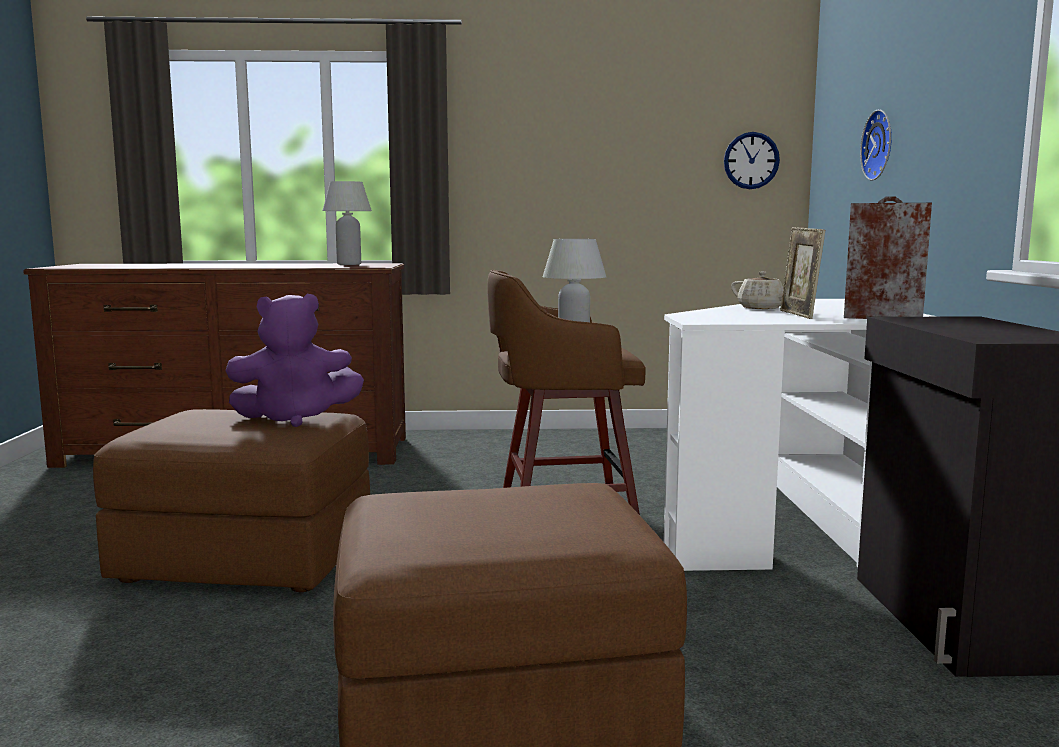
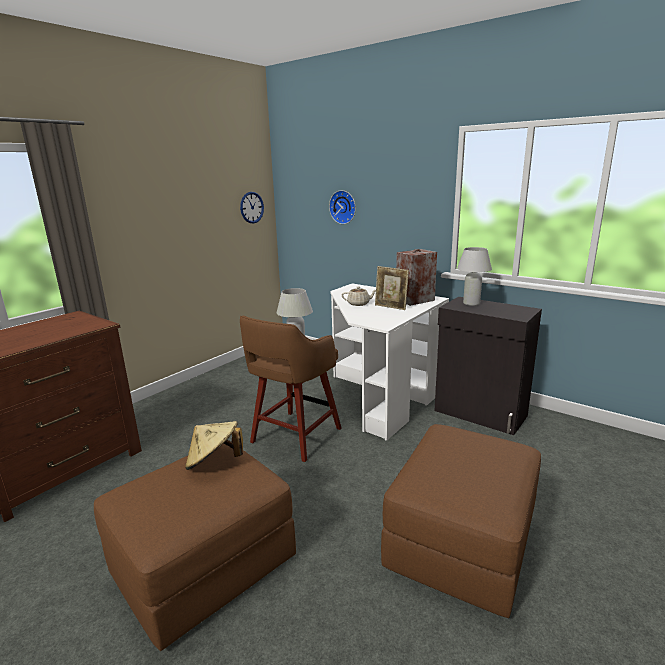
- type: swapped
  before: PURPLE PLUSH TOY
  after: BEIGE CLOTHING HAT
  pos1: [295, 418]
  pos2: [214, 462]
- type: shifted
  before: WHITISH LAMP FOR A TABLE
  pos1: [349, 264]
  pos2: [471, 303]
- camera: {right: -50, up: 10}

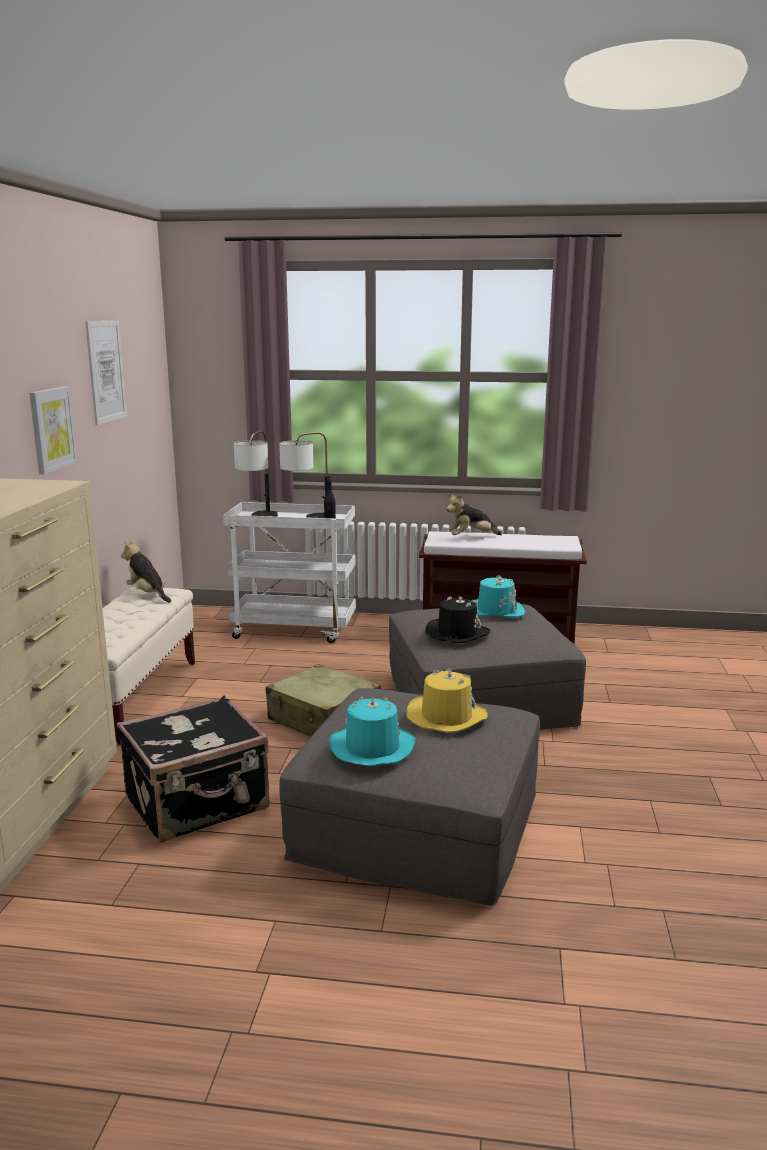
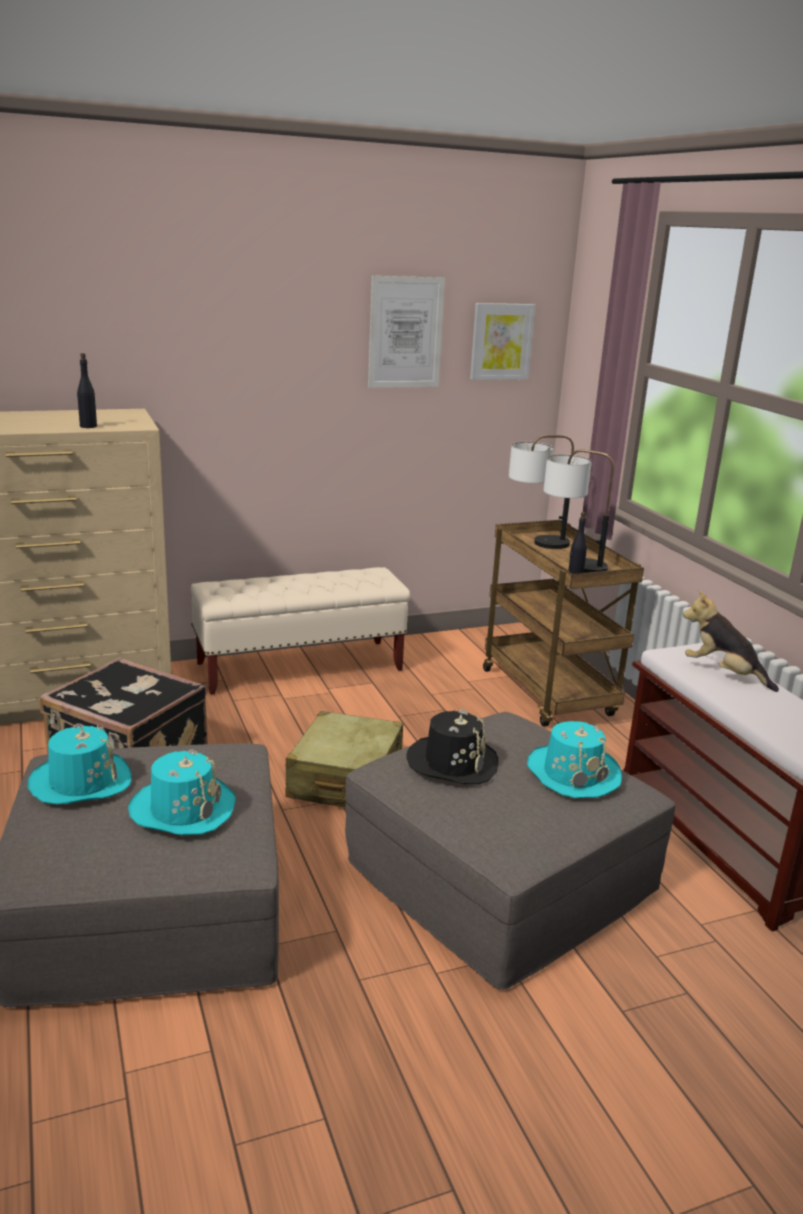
- type: new
  after: BLACK BEVERAGE BOTTLE
  pos2: [88, 426]
- type: repainted
  before: YELLOWISH CLOTHING HAT
  after: TURQUOISE-COLOURED CLOTHING HAT
  pos1: [446, 716]
  pos2: [182, 809]
- type: shifted
  before: WALL ART
  pos1: [51, 429]
  pos2: [501, 341]
- type: repainted
  before: WHITISH TROLLEY
  after: BROWN TROLLEY
  pos1: [295, 630]
  pos2: [550, 694]
- type: gone
  before: PLUSH TOY
  pos1: [148, 594]
- camera: {right: 60, up: 5}

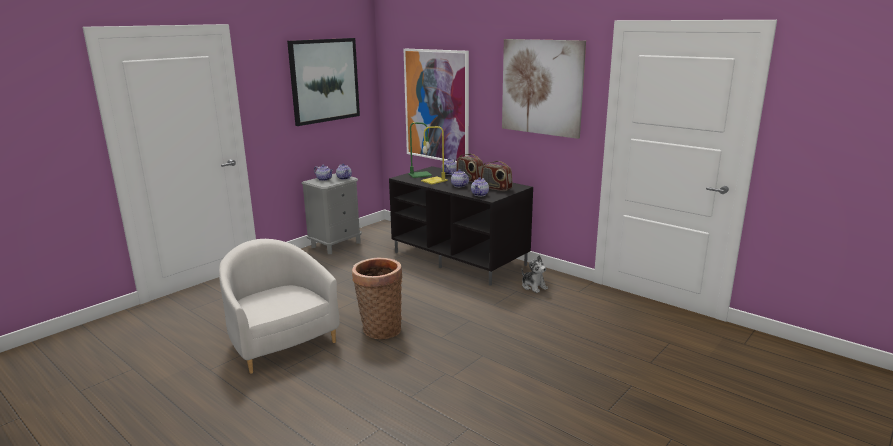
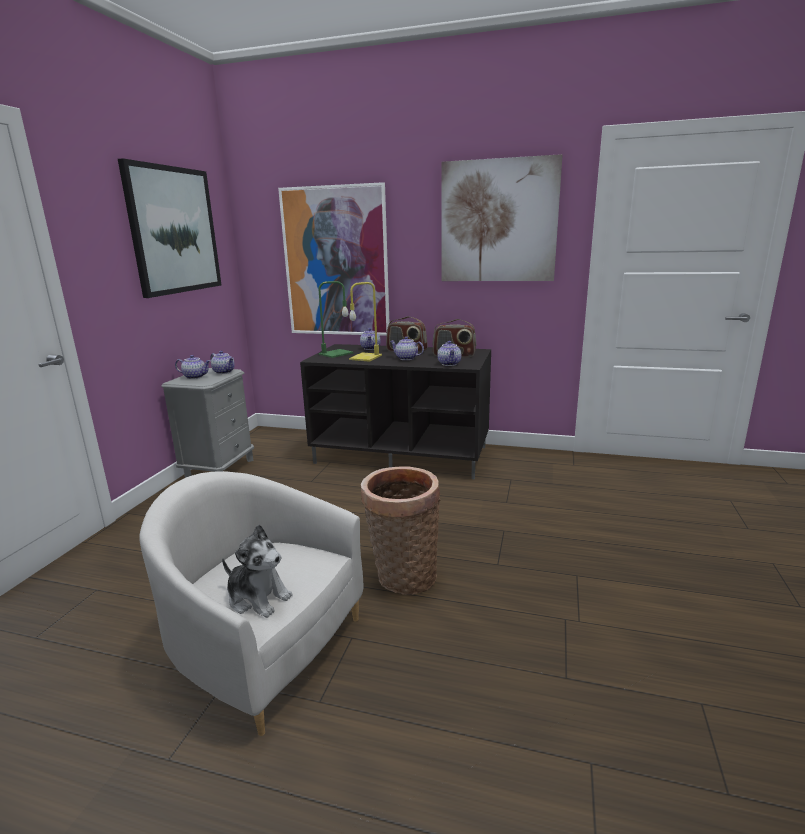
- type: shifted
  before: PLUSH TOY
  pos1: [533, 286]
  pos2: [258, 598]
- camera: {right: -25, up: 0}

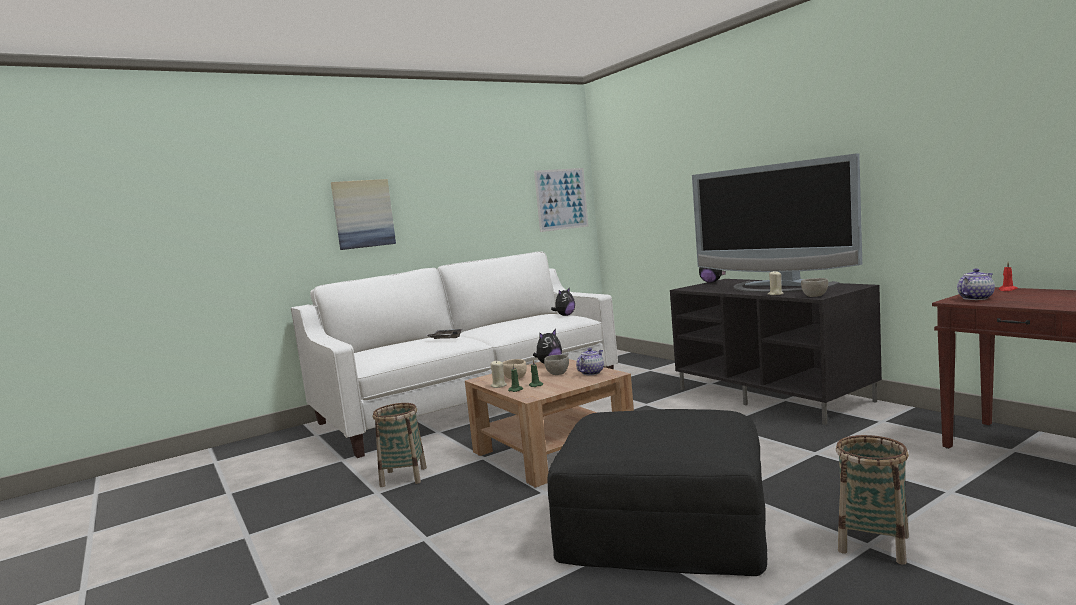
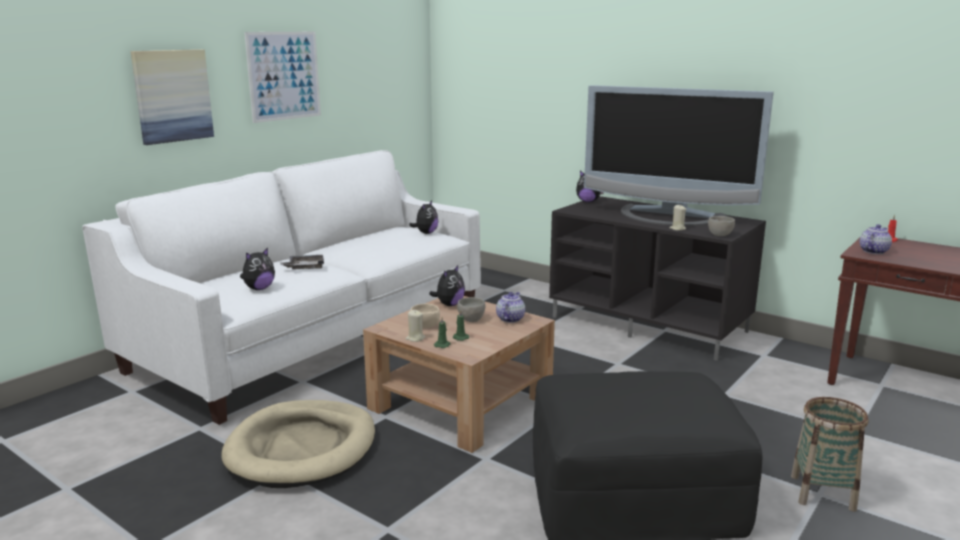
- type: swapped
  before: STORAGE BASKET
  after: BEIGE DOG BED
  pos1: [403, 477]
  pos2: [302, 448]
- type: new
  after: PLUSH TOY
  pos2: [259, 288]
- type: shifted
  before: WALL ART
  pos1: [561, 199]
  pos2: [284, 76]
- camera: {right: -20, up: 10}

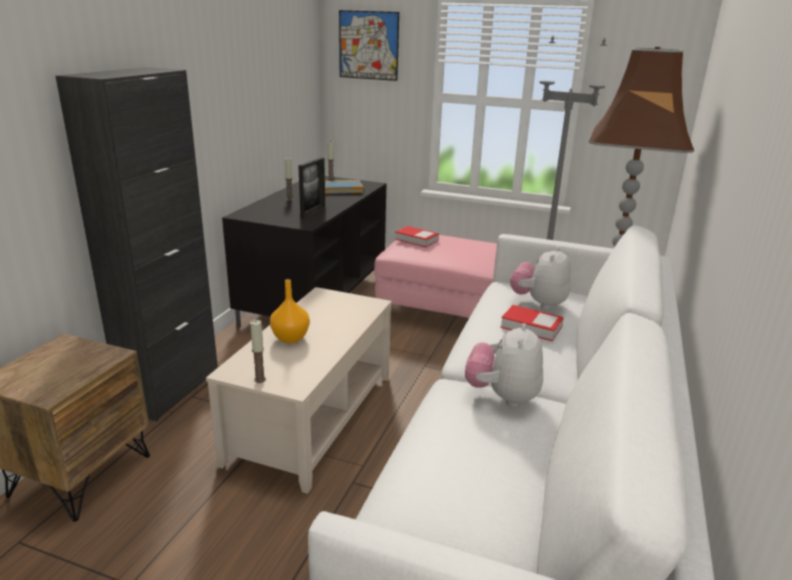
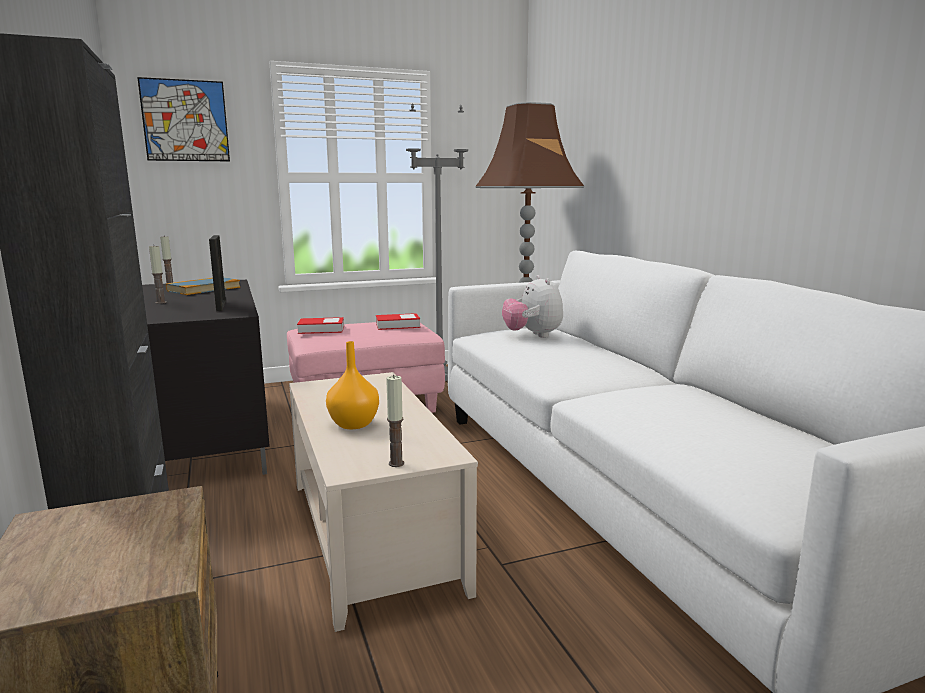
- type: shifted
  before: VOLUME
  pos1: [531, 327]
  pos2: [398, 325]
- type: gone
  before: PLUSH TOY
  pos1: [502, 397]
- camera: {right: -40, up: -10}

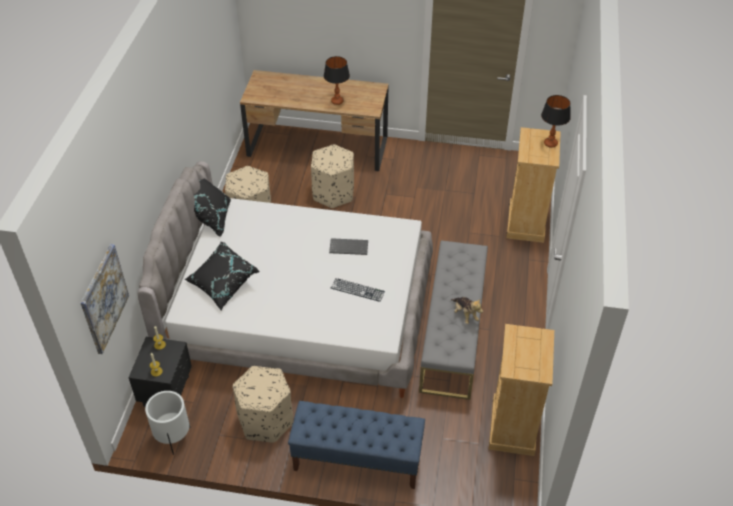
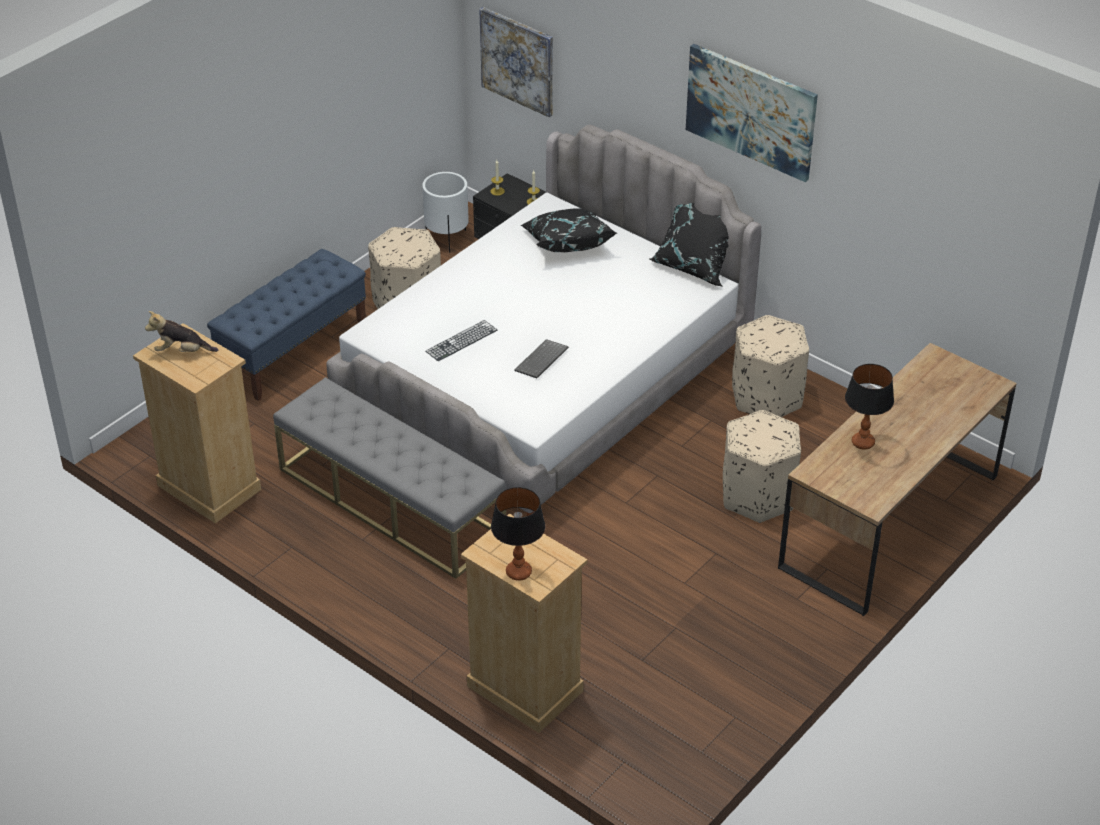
- type: shifted
  before: PLUSH TOY
  pos1: [465, 314]
  pos2: [182, 351]
- type: new
  after: WALL ART
  pos2: [751, 111]
- camera: {right: 120, up: -5}

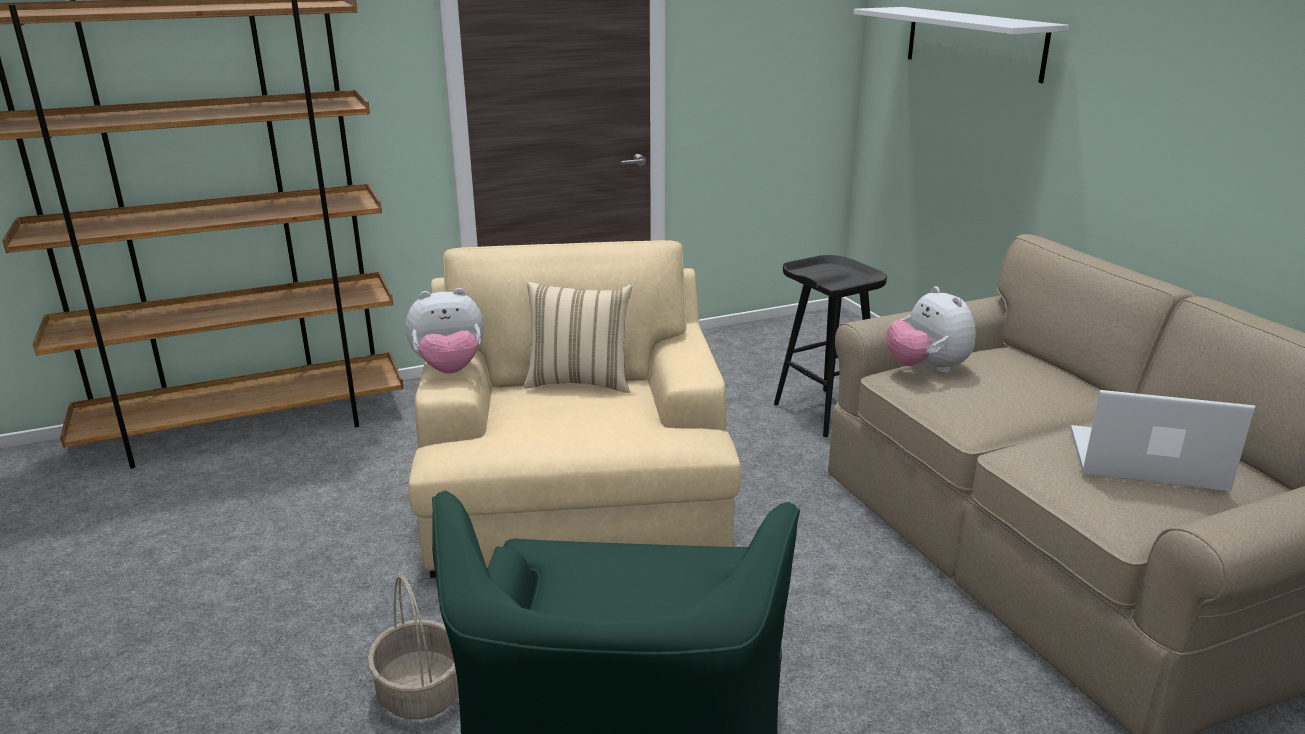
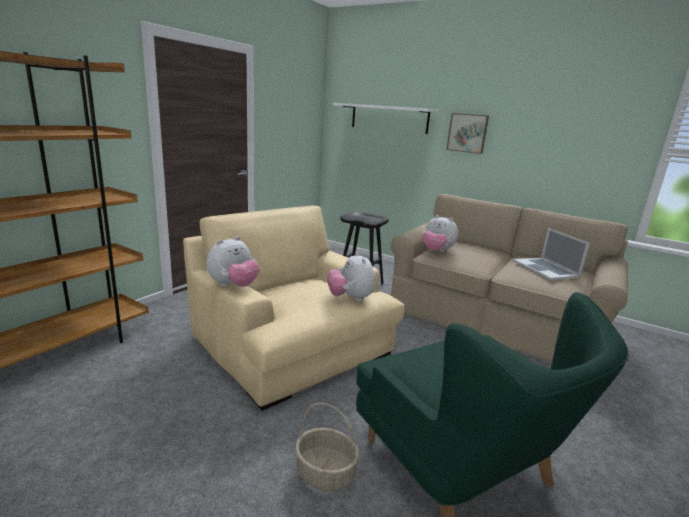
- type: new
  after: PLUSH TOY
  pos2: [350, 298]
- type: new
  after: WALL ART
  pos2: [467, 133]
- type: rotated
  before: NOTEBOOK COMPUTER
  pos1: [1146, 460]
  pos2: [546, 269]
  turn: -90
- type: gone
  before: BEIGE PILLOW
  pos1: [579, 382]
- camera: {right: -35, up: -5}

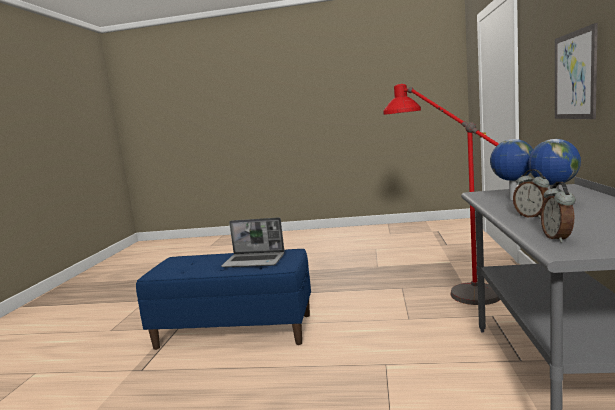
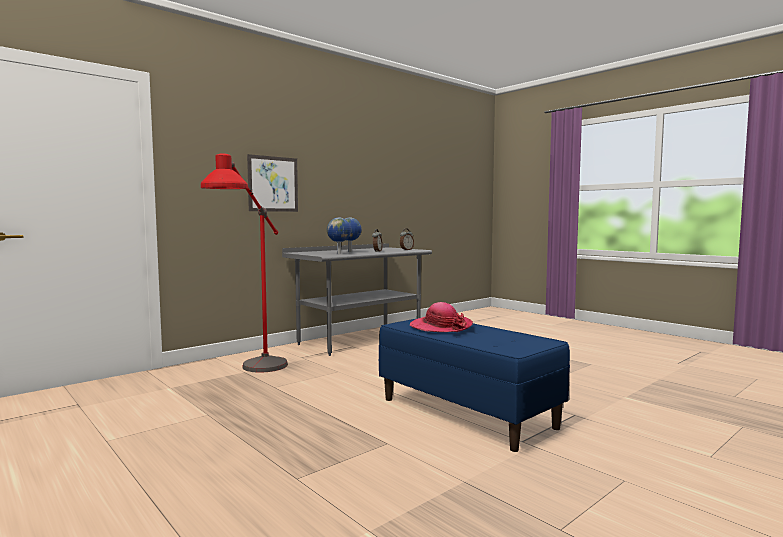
- type: swapped
  before: NOTEBOOK COMPUTER
  after: CLOTHING HAT
  pos1: [255, 261]
  pos2: [441, 327]
- camera: {right: -140, up: -5}

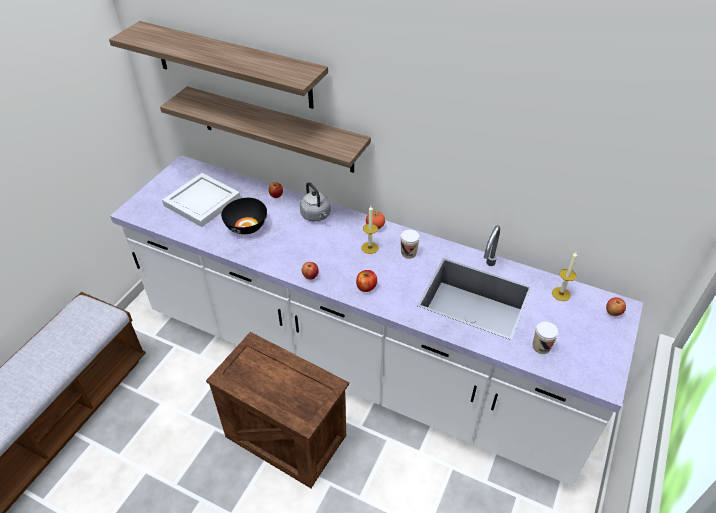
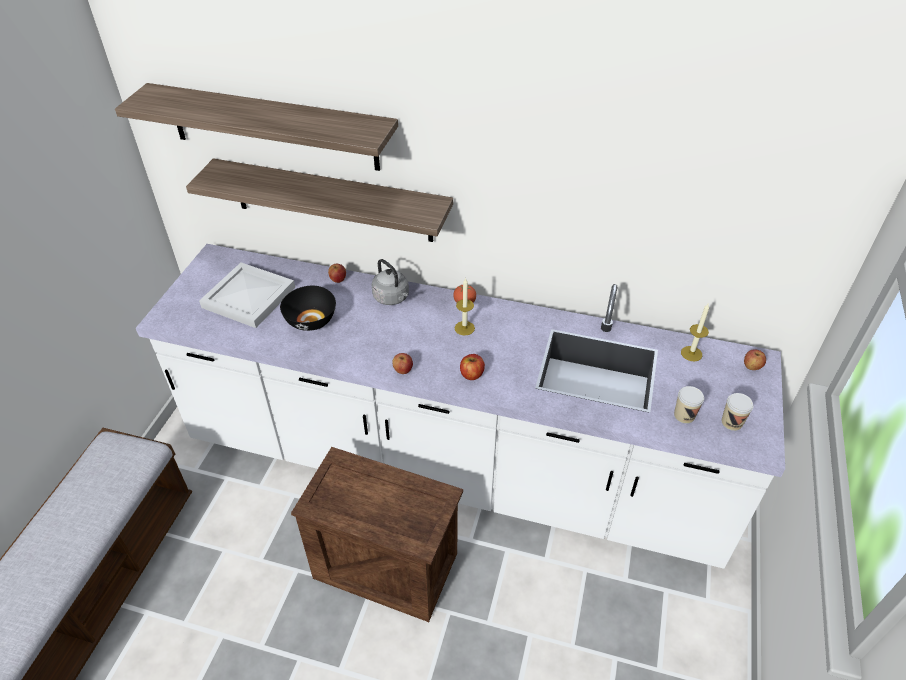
- type: shifted
  before: DRINKING CUP
  pos1: [408, 253]
  pos2: [731, 422]
- camera: {right: -10, up: 0}

